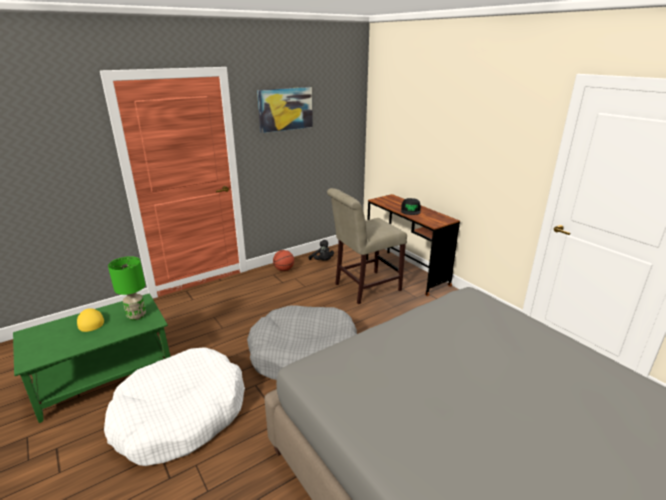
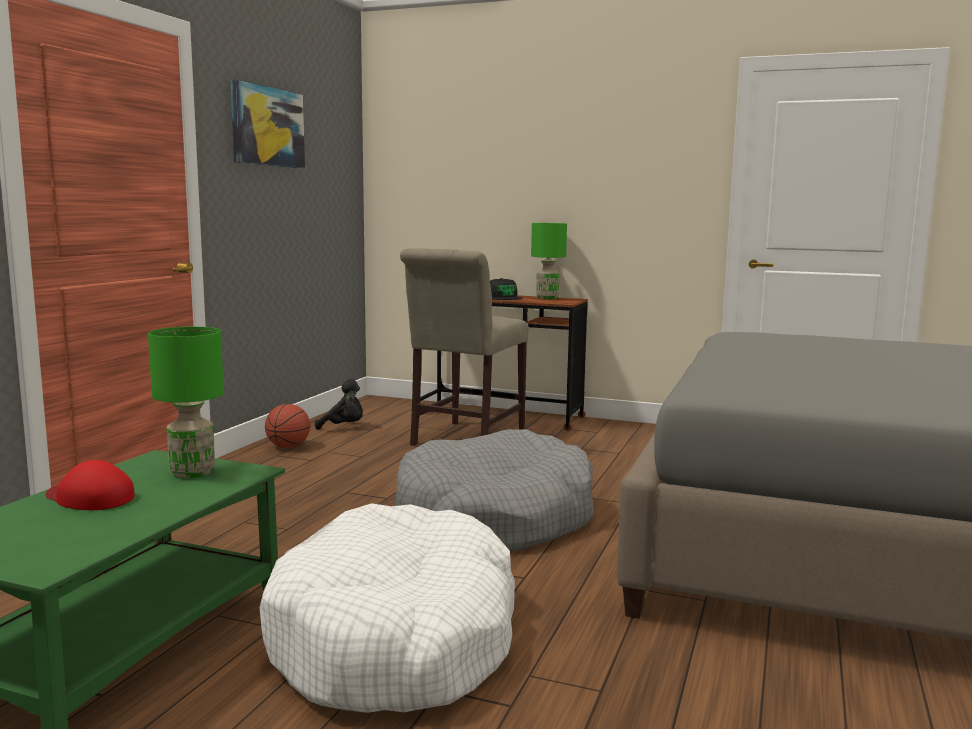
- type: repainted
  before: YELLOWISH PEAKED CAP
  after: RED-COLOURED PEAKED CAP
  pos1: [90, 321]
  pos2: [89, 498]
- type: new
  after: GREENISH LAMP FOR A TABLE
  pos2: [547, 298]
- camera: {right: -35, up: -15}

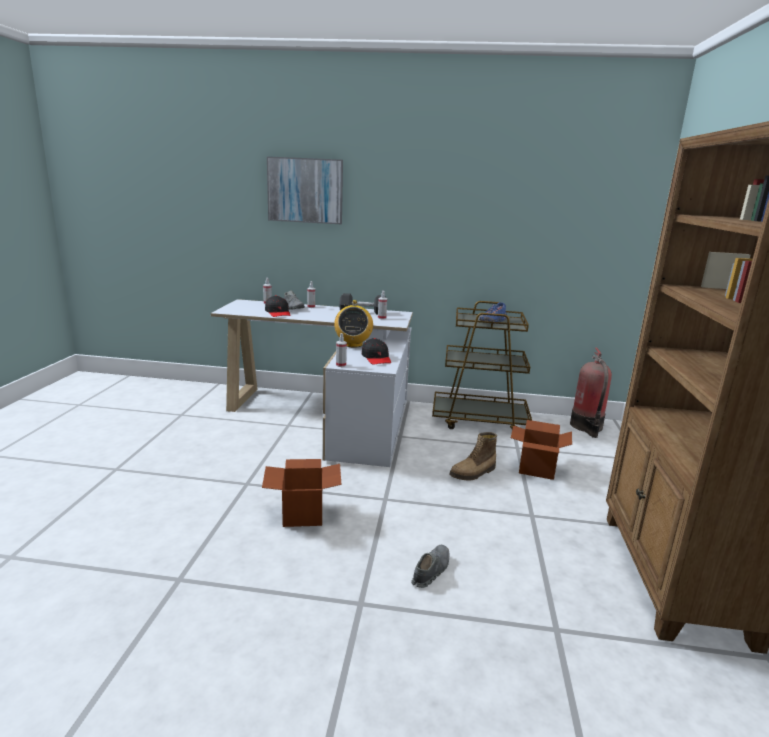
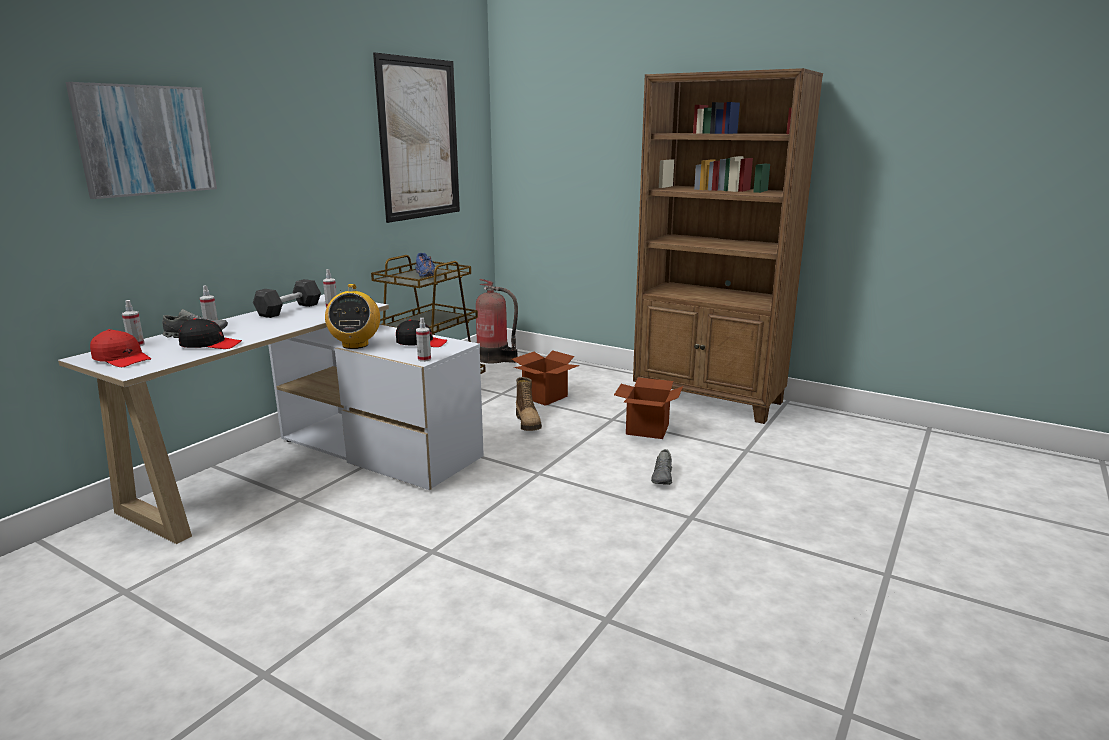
- type: new
  after: RED-COLOURED PEAKED CAP
  pos2: [122, 359]
- type: rotated
  before: RADIO RECEIVER
  pos1: [353, 344]
  pos2: [355, 345]
  turn: 60
- type: new
  after: WALL ART
  pos2: [419, 139]
- type: shifted
  before: PACKING BOX
  pos1: [303, 514]
  pos2: [647, 429]
- type: rotated
  before: GREYISH LOW SHOE
  pos1: [430, 571]
  pos2: [663, 477]
  turn: -135
- camera: {right: -65, up: 0}

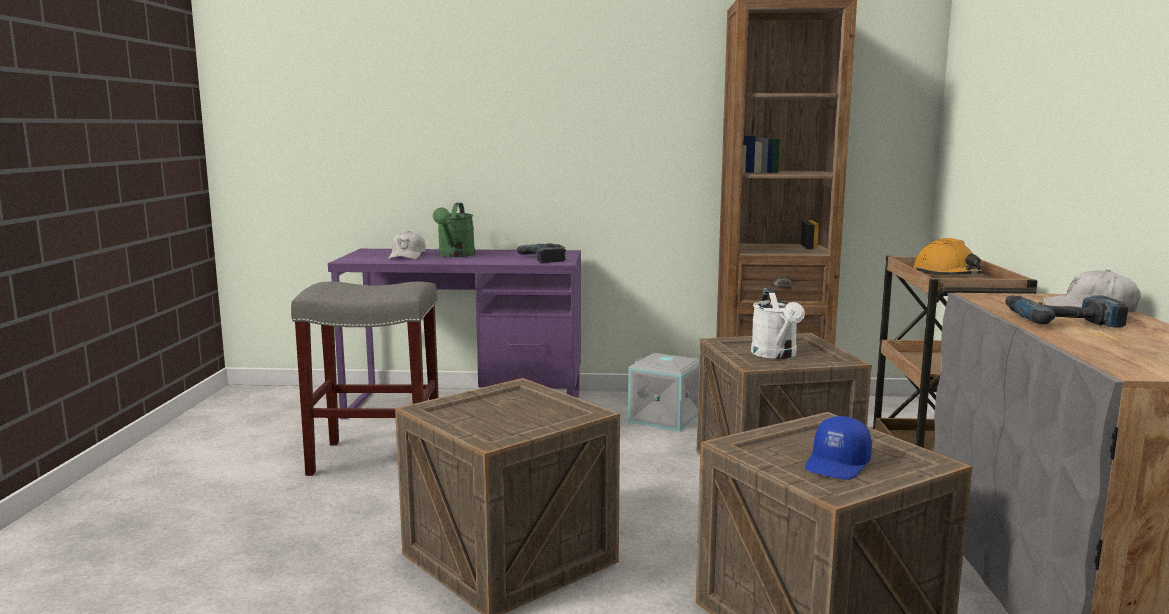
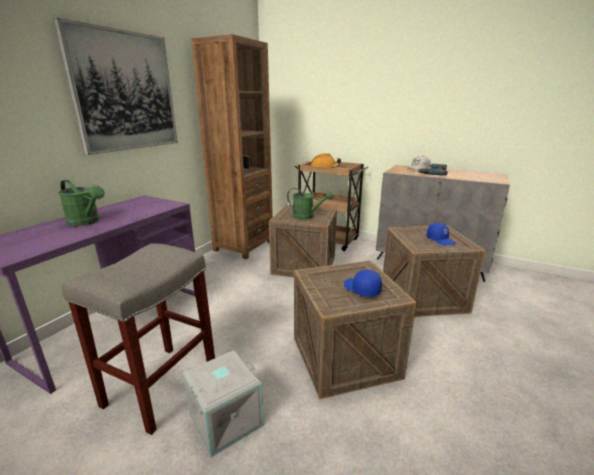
- type: new
  after: WALL ART
  pos2: [125, 92]
- type: shifted
  before: GREYISH STORAGE BIN
  pos1: [666, 417]
  pos2: [226, 418]
- type: repainted
  before: WHITISH SPRINKLING CAN
  after: GREENISH SPRINKLING CAN
  pos1: [776, 355]
  pos2: [307, 216]
- type: new
  after: BLUE PEAKED CAP
  pos2: [361, 289]
- type: gone
  before: WHITISH PEAKED CAP
  pos1: [407, 256]
- type: gone
  before: DRILL
  pos1: [548, 258]
- camera: {right: -65, up: 10}

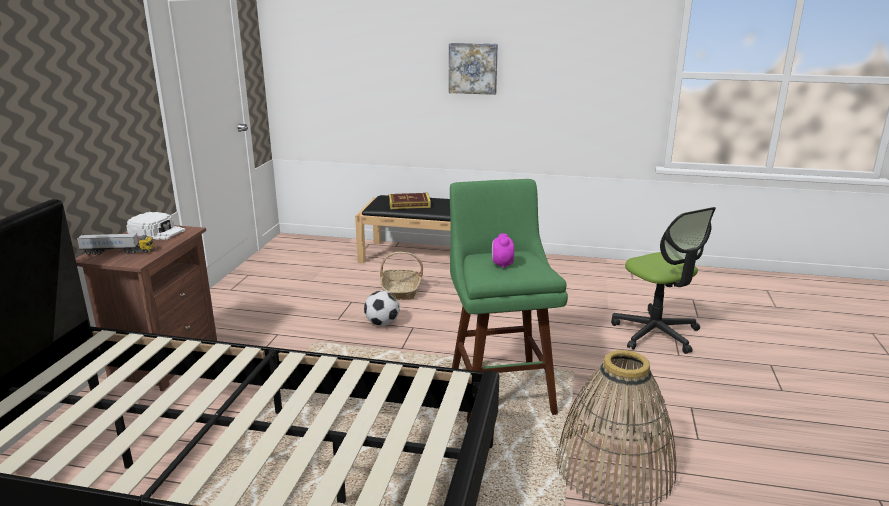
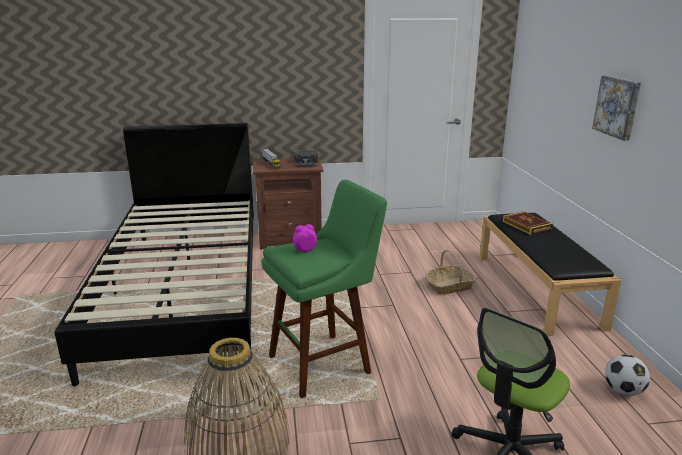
- type: repainted
  before: WHITISH PEAKED CAP
  after: BLACK PEAKED CAP
  pos1: [157, 232]
  pos2: [306, 162]
- type: shifted
  before: FOOTBALL BALL
  pos1: [382, 324]
  pos2: [623, 391]
- camera: {right: 70, up: 0}

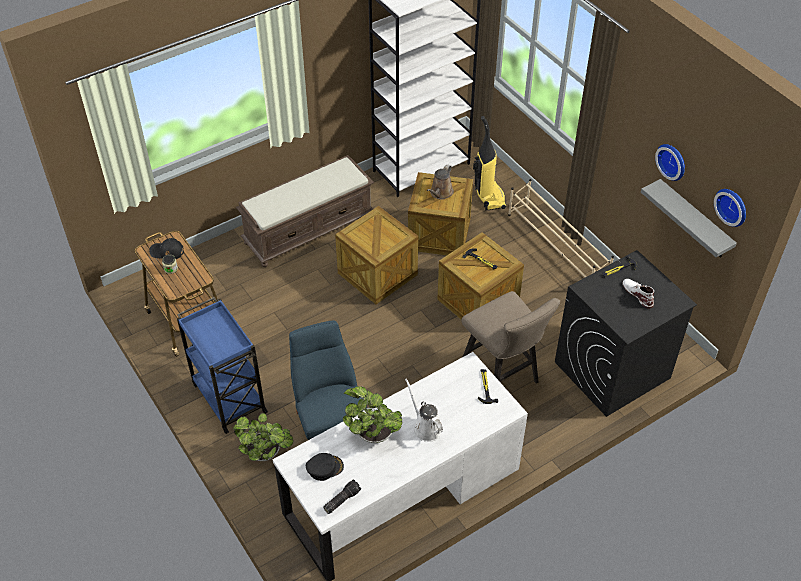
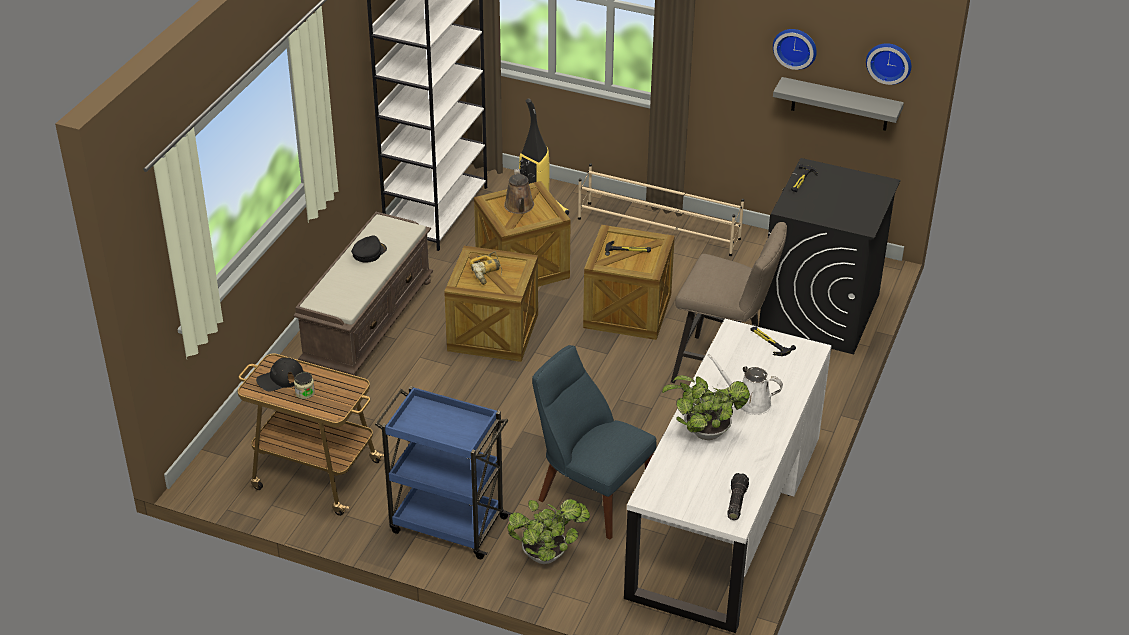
- type: shifted
  before: BLACK PEAKED CAP
  pos1: [324, 468]
  pos2: [368, 252]
- type: new
  after: DRILL
  pos2: [487, 272]
- type: gone
  before: WHITISH TALL BOOT
  pos1: [637, 294]
- camera: {right: -35, up: -10}

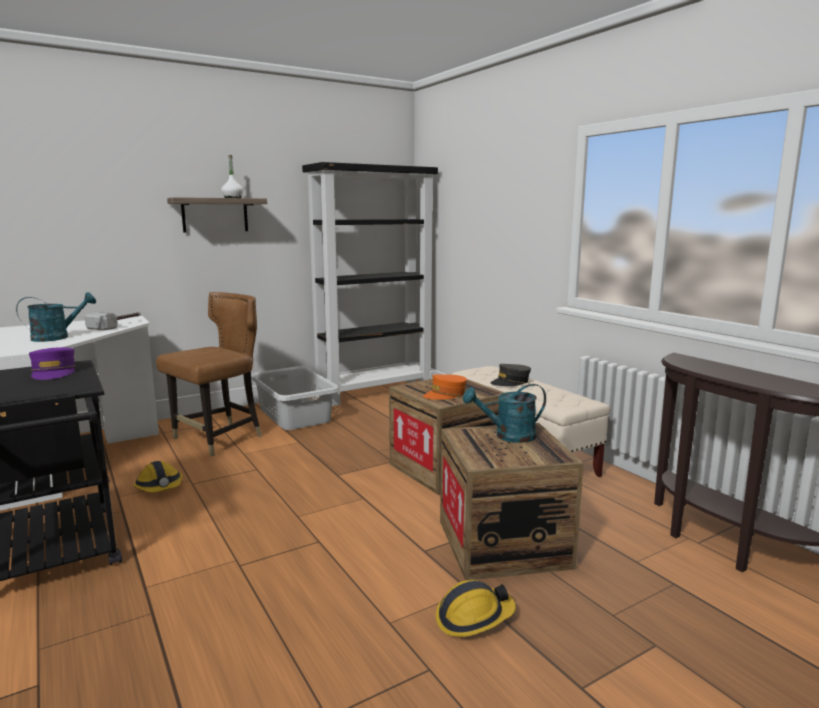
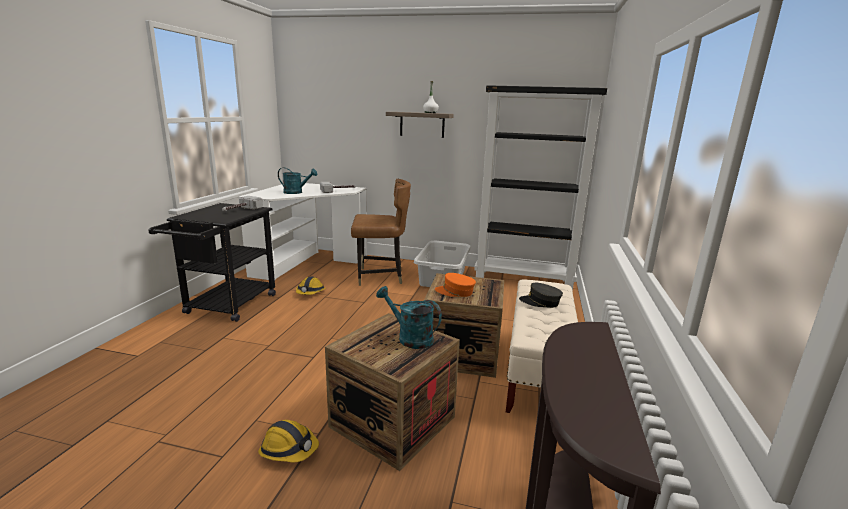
- type: swapped
  before: PURPLE PEAKED CAP
  after: HAND HAMMER
  pos1: [54, 372]
  pos2: [240, 210]
- camera: {right: 45, up: 5}

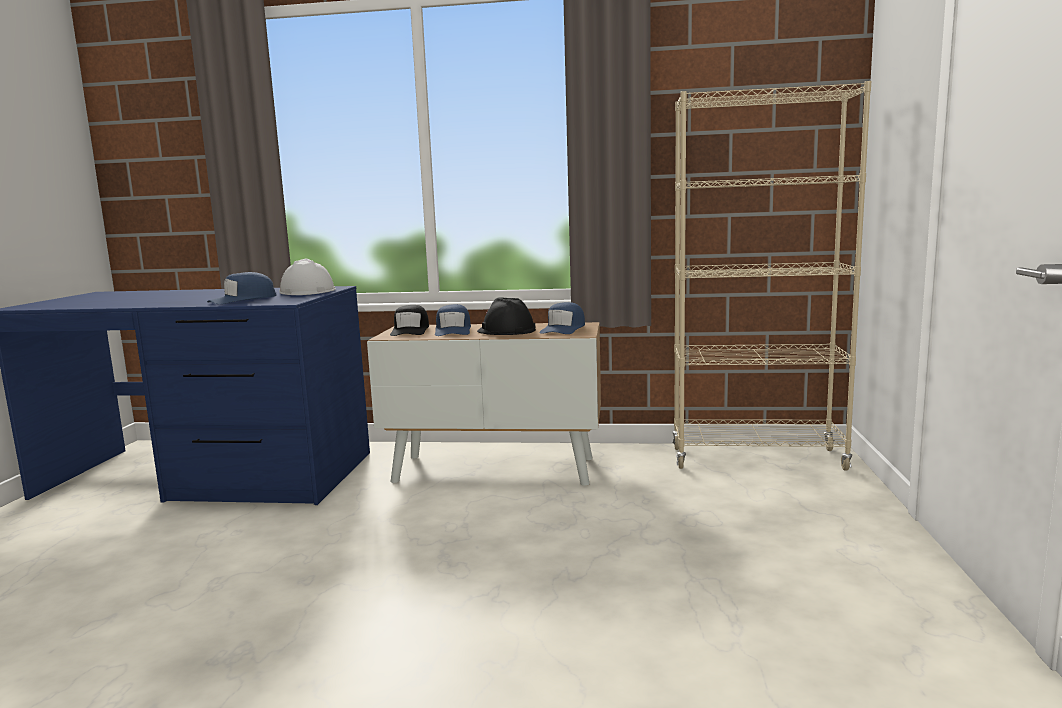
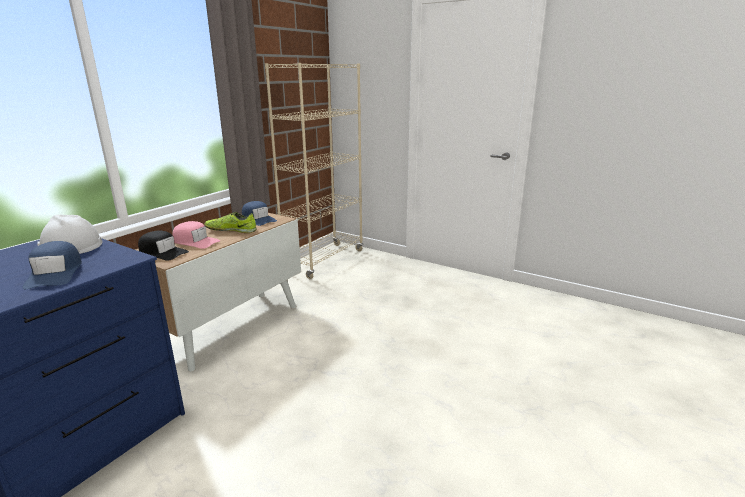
- type: repainted
  before: BLUE PEAKED CAP
  after: PINK-COLOURED PEAKED CAP
  pos1: [453, 330]
  pos2: [195, 242]
- type: swapped
  before: BLACK SAFETY HELMET
  after: LOW SHOE
  pos1: [506, 331]
  pos2: [231, 230]
- camera: {right: -65, up: 10}

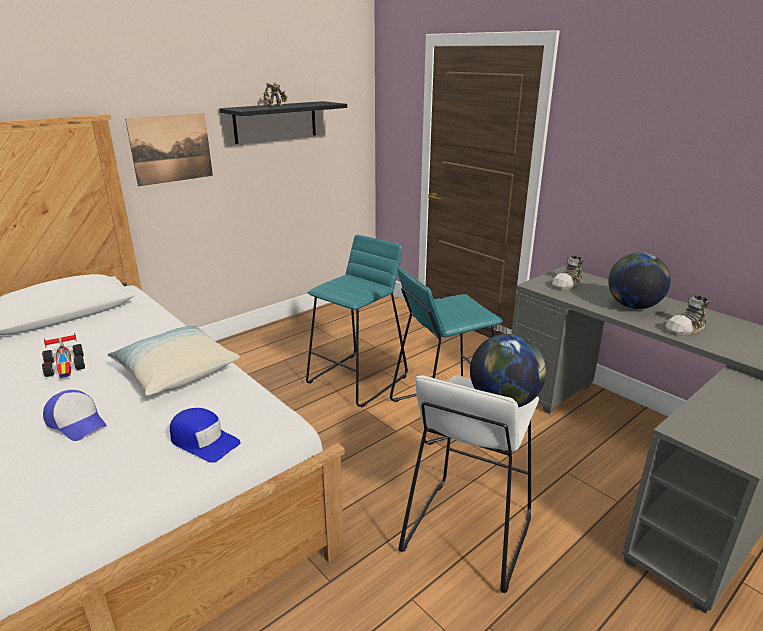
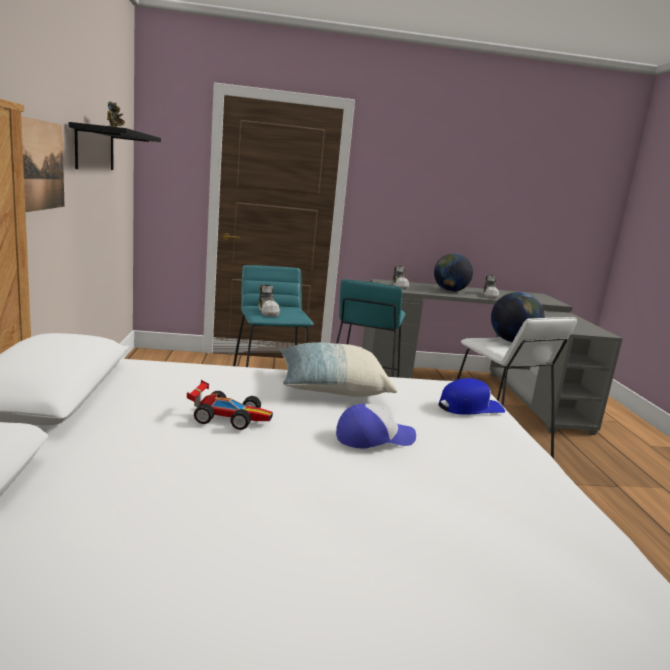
- type: new
  after: LOW SHOE
  pos2: [268, 311]
- camera: {right: -55, up: -10}

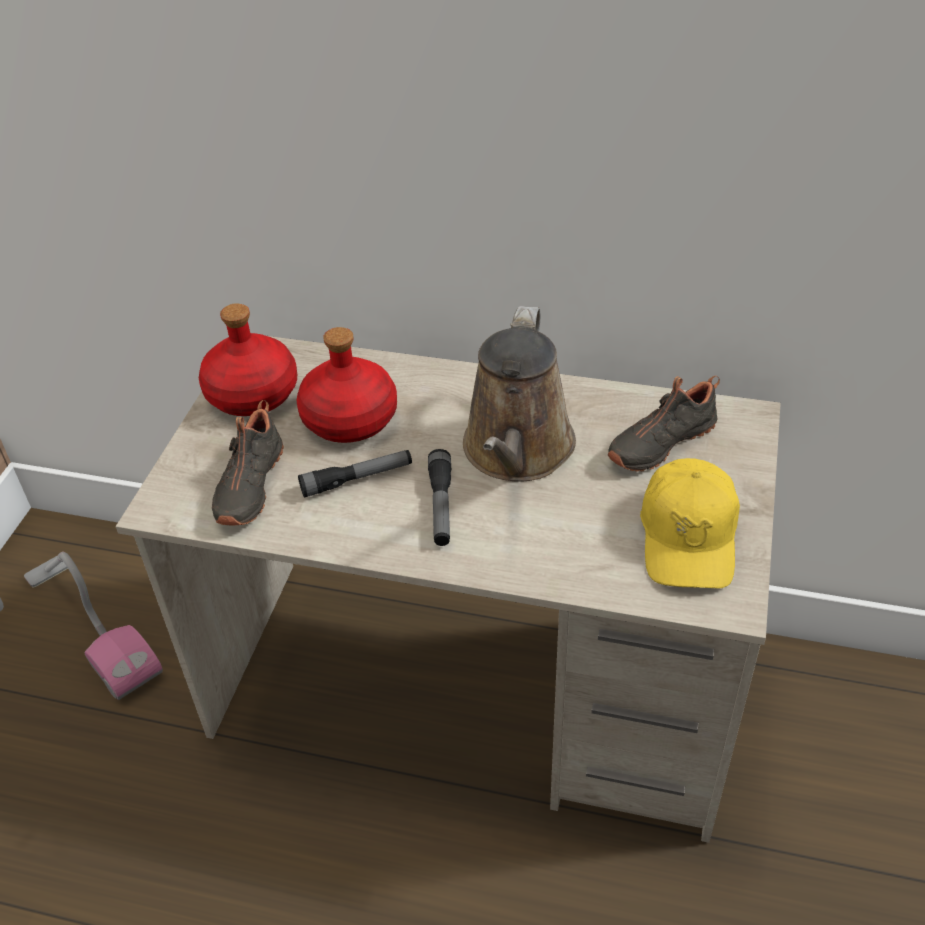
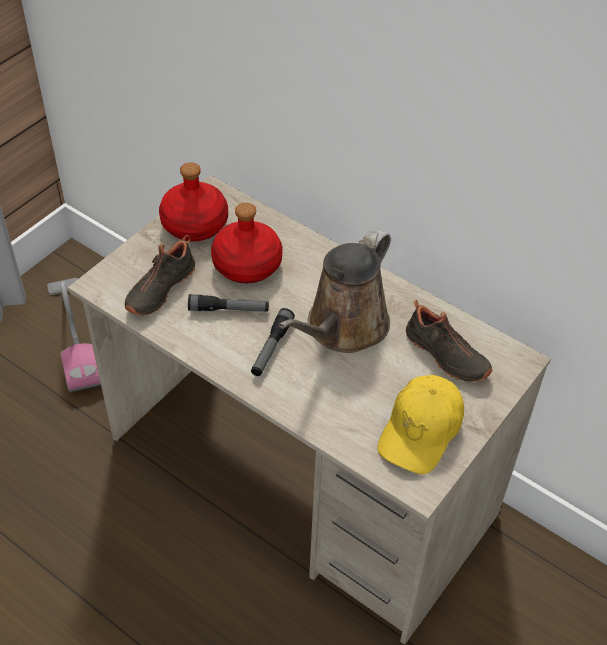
- type: rotated
  before: BLACK LOW SHOE
  pos1: [659, 441]
  pos2: [445, 356]
  turn: -120
- camera: {right: 20, up: 5}

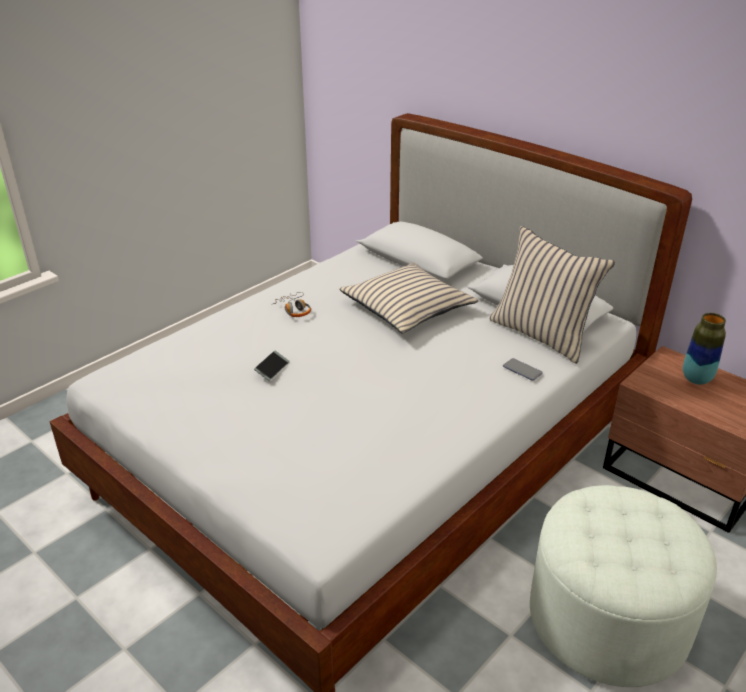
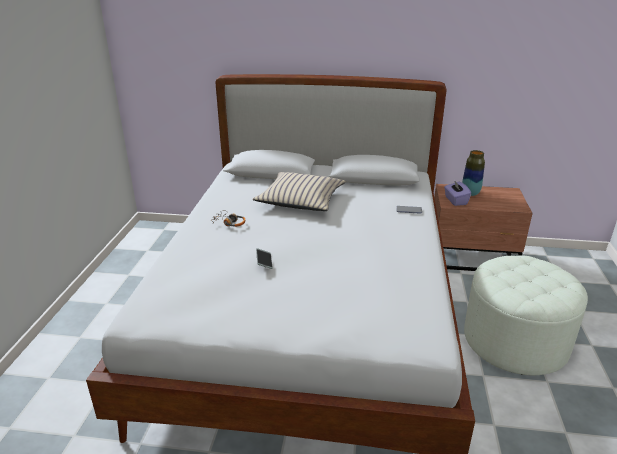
- type: new
  after: PURPLE TISSUE HOLDER
  pos2: [455, 201]
- type: gone
  before: BEIGE PILLOW
  pos1: [542, 334]
- camera: {right: -35, up: -5}

